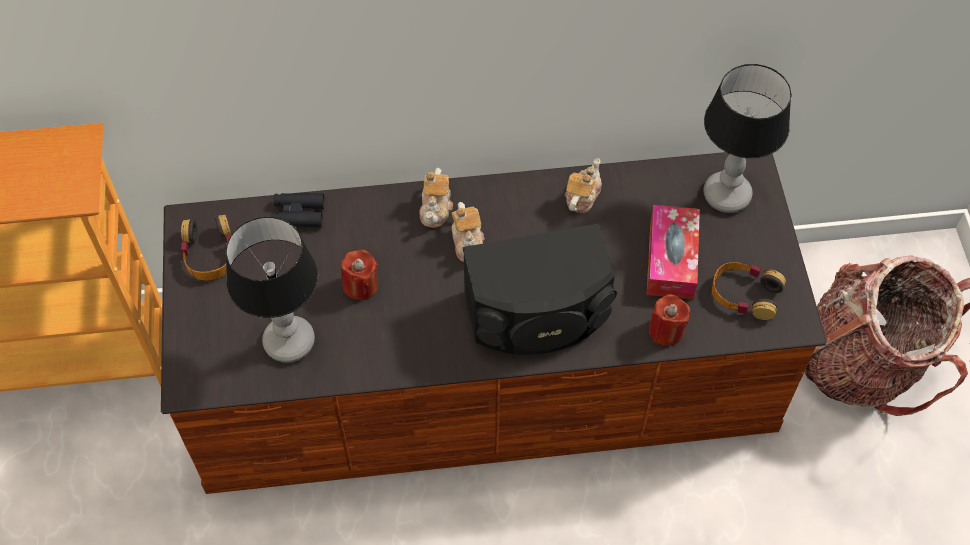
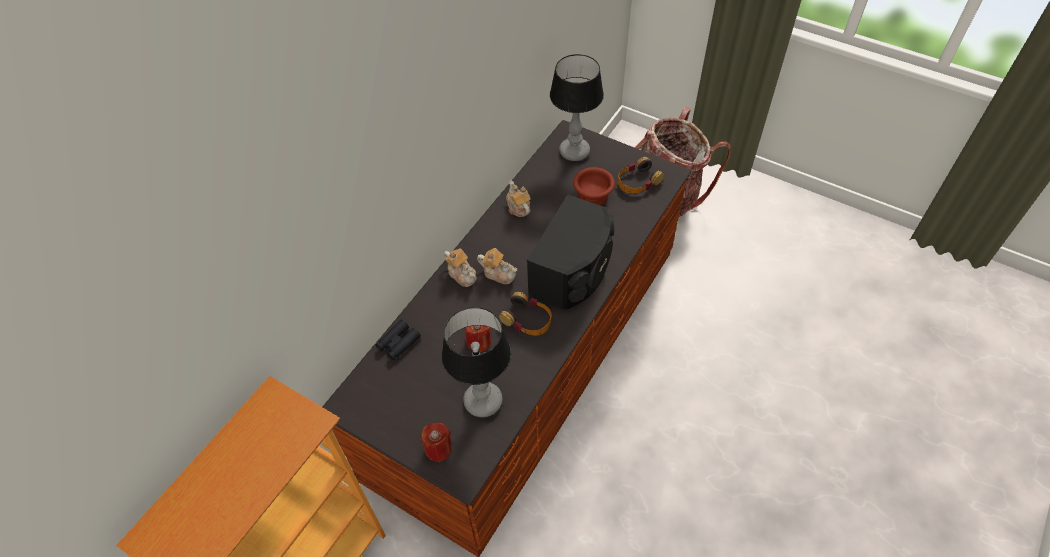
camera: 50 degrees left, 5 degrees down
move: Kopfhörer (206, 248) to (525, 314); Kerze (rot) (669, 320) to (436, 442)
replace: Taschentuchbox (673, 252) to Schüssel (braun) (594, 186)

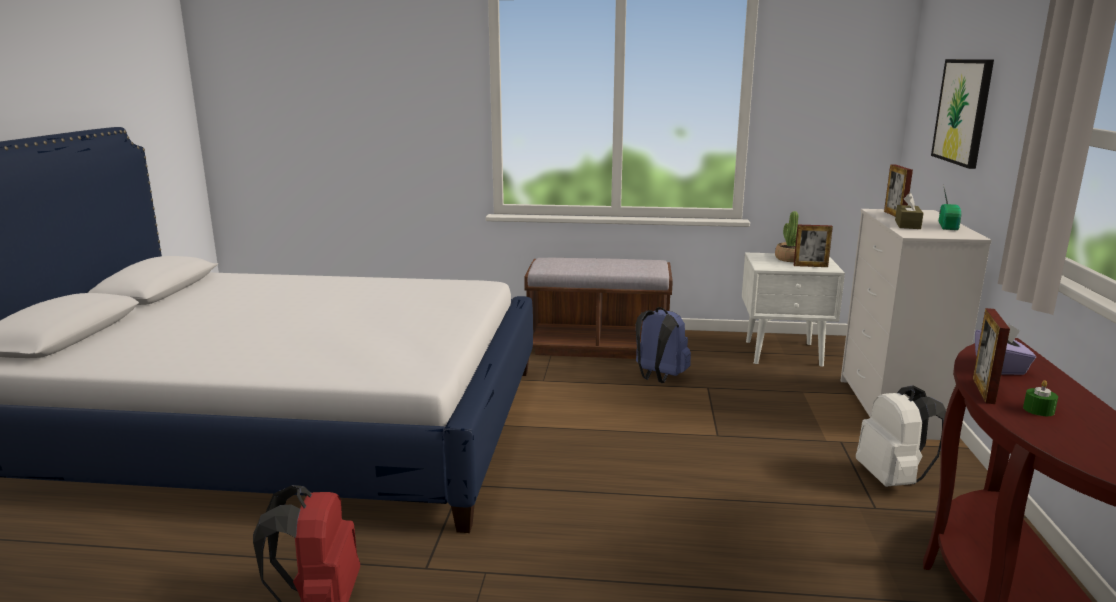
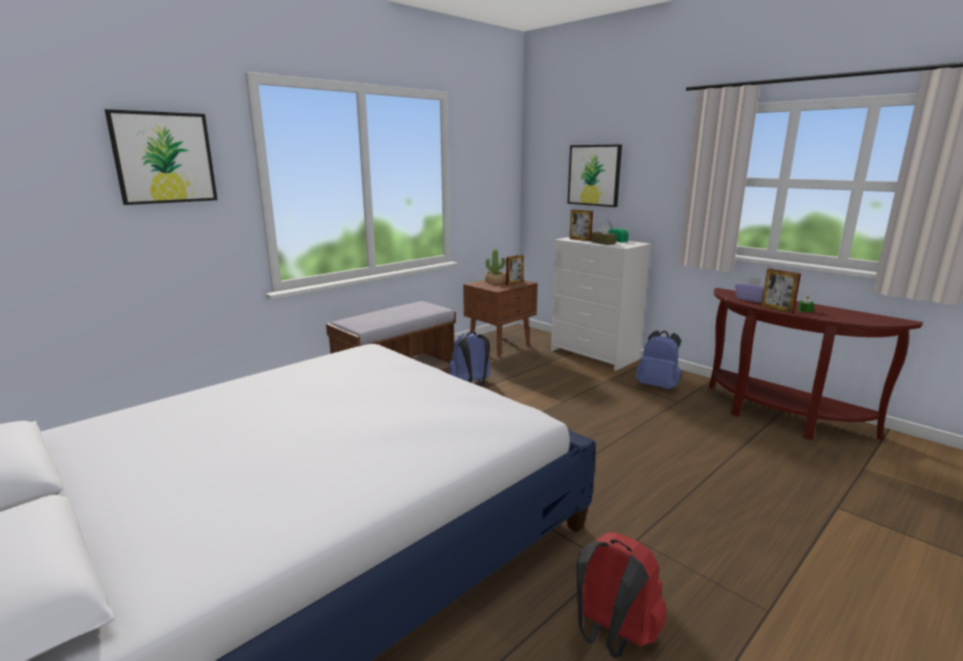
camera: 50 degrees left, 0 degrees up
insert: Bild (161, 157)
recolor: Nachttisch (weiß) (793, 310) to Nachttisch (braun) (500, 318); Rucksack (weiß) (901, 436) to Rucksack (blau) (658, 359)

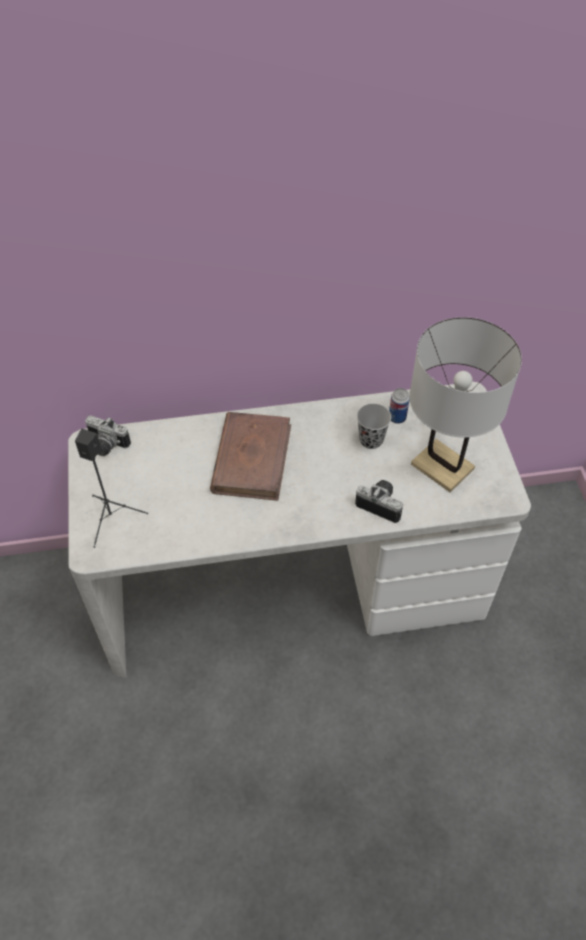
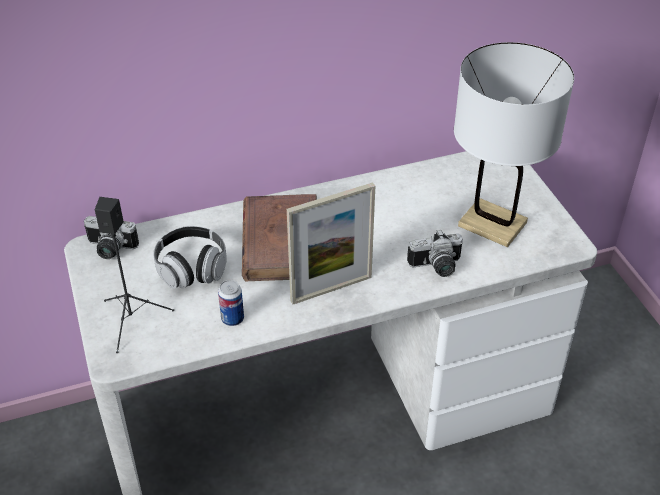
camera: 10 degrees left, 10 degrees down
delete: Tasse (schwarz) (374, 426)
insert: Kopfhörer (190, 257); Bilderrahmen (331, 243)
move: Dose (399, 406) to (231, 303)
rotate: Kamera (379, 501) = (435, 253) 150 degrees clockwise

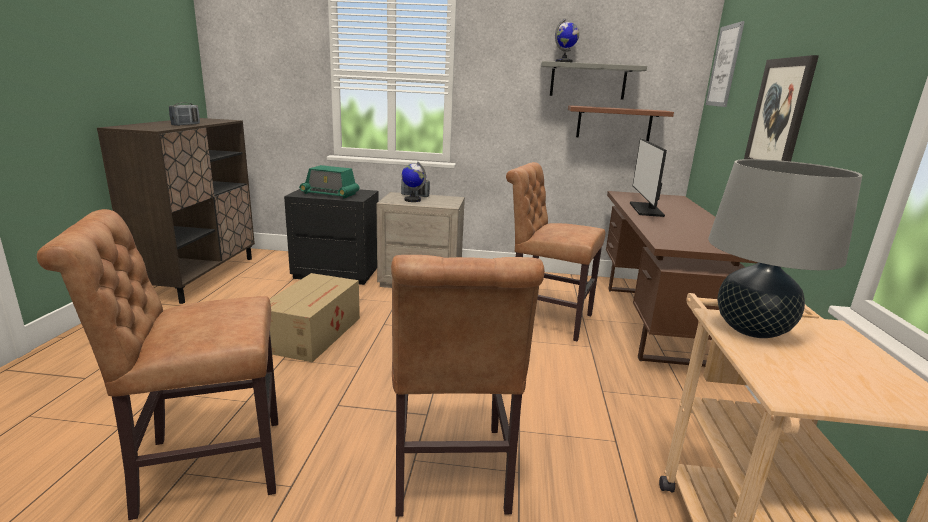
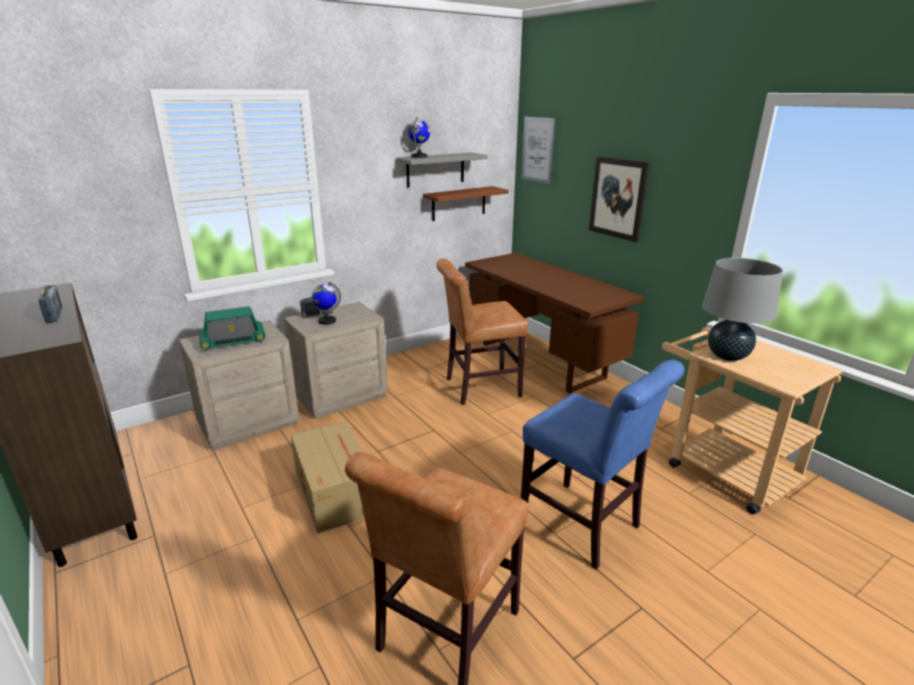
camera: 40 degrees left, 5 degrees up
delete: Monitor (648, 177)
recolor: Nachttisch (schwarz) (331, 237) to Nachttisch (beige) (239, 385); Stuhl (braun) (468, 386) to Stuhl (blau) (602, 465)

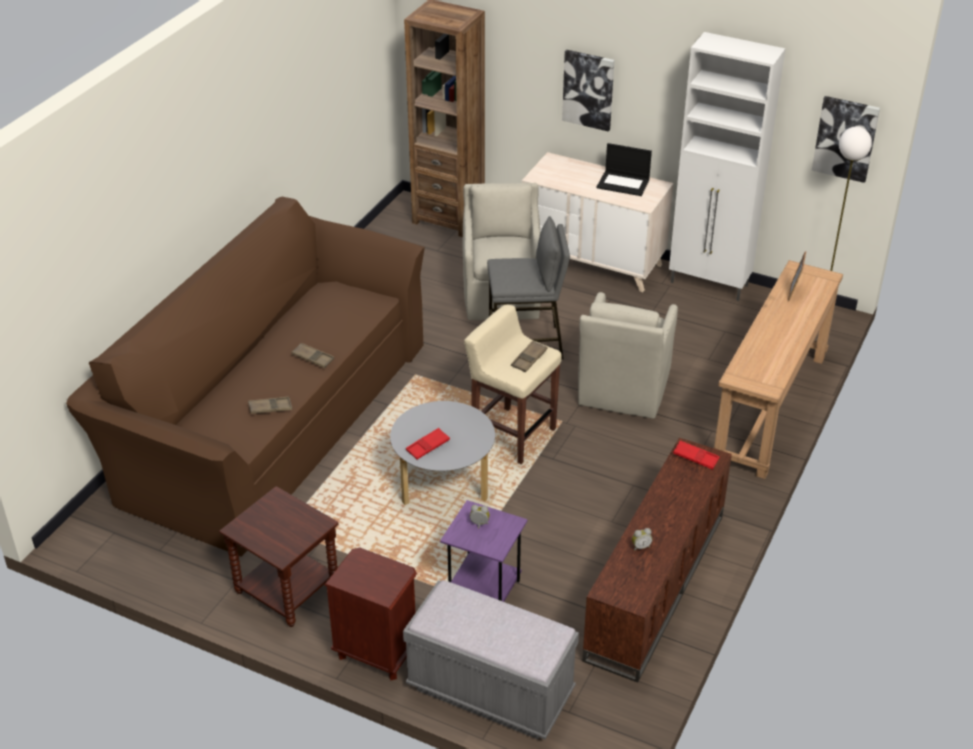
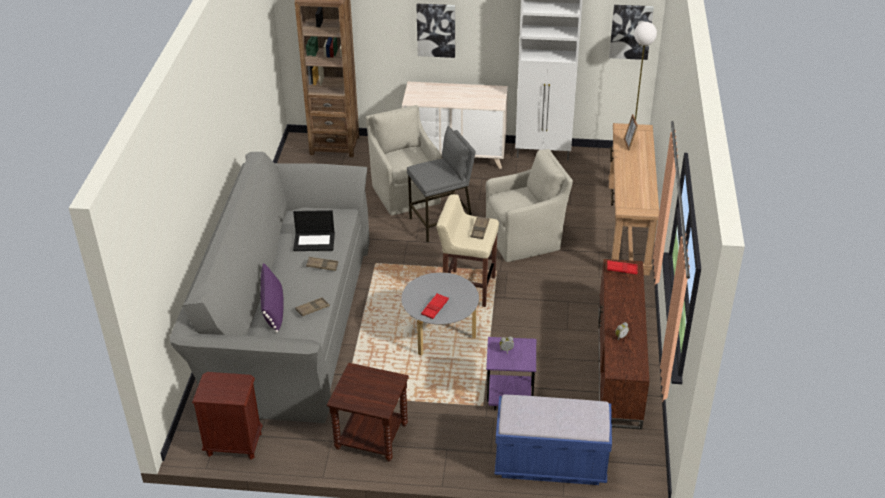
camera: 20 degrees left, 0 degrees up
insert: Kissen (lila) (272, 298)
move: Nachttisch (braun) (371, 614) to (227, 416); Laptop (624, 169) to (314, 230)
recolor: Sofa (braun) (245, 377) to Sofa (grau) (270, 287); Bank (grau) (491, 659) to Bank (blau) (553, 440)
rotate: Sessel (beige) (628, 355) = (529, 205) 105 degrees counterclockwise

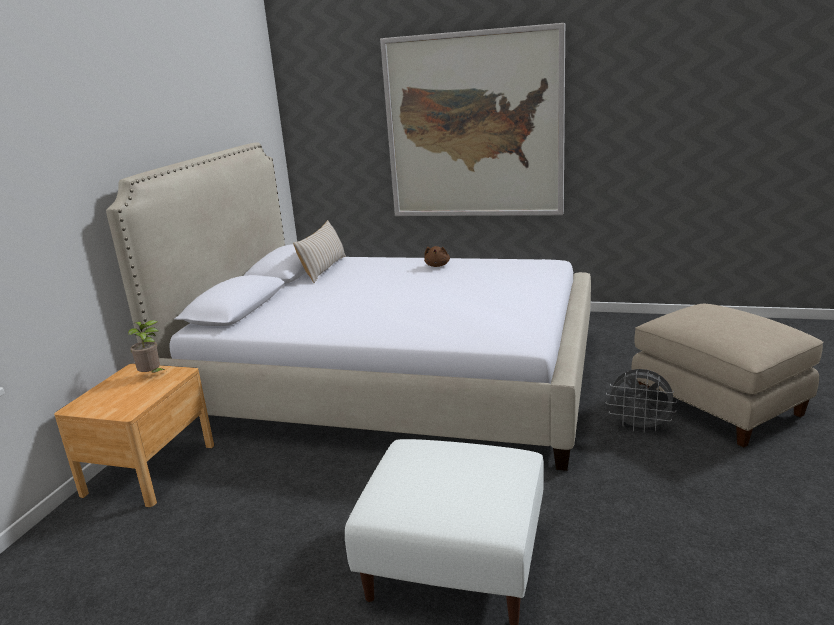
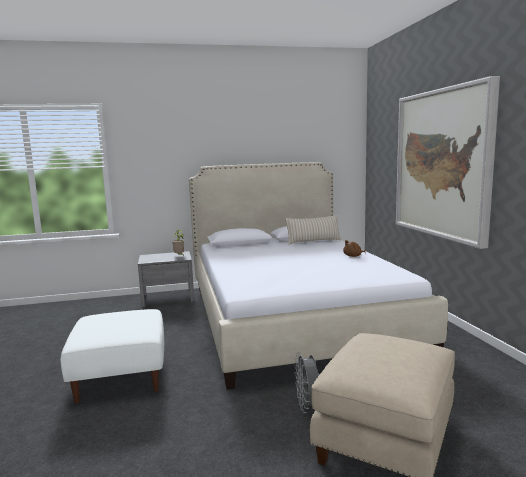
camera: 60 degrees right, 10 degrees down
recolor: Nachttisch (braun) (134, 435) to Nachttisch (grau) (166, 279)

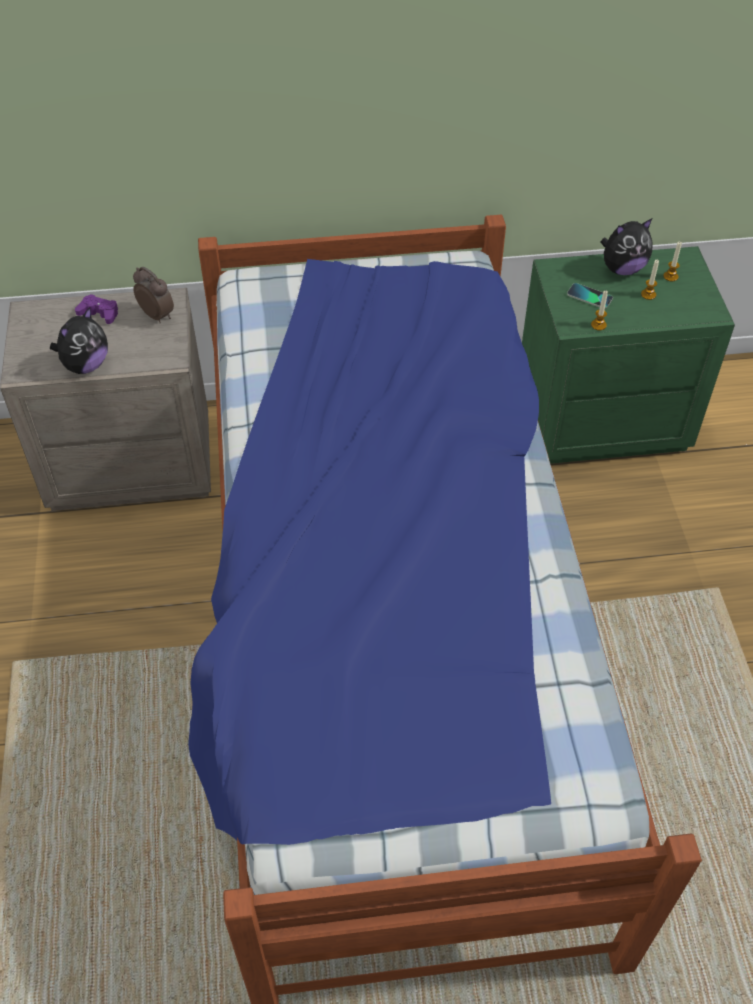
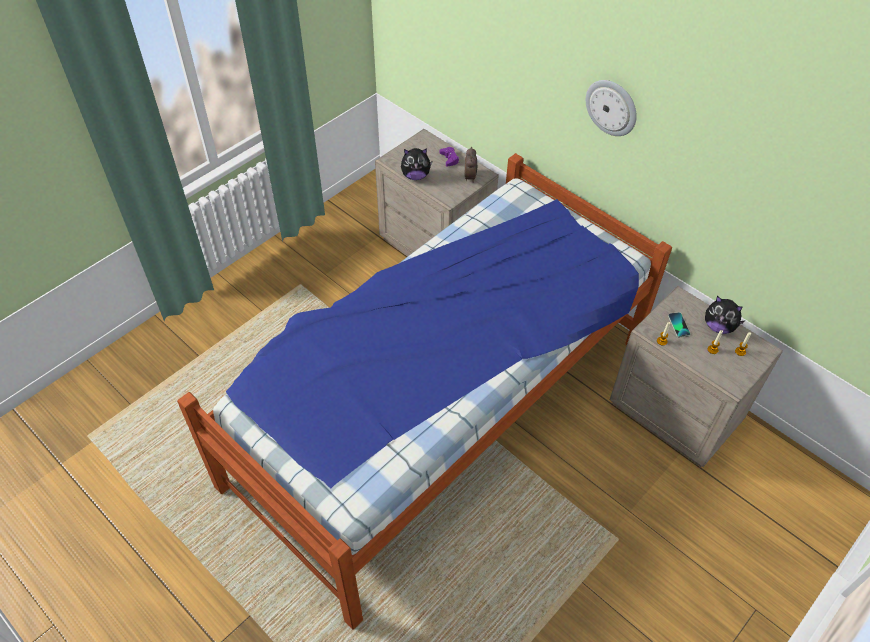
camera: 50 degrees right, 0 degrees up
insert: Wanduhr (611, 108)
recolor: Nachttisch (grün) (628, 355) to Nachttisch (beige) (696, 376)

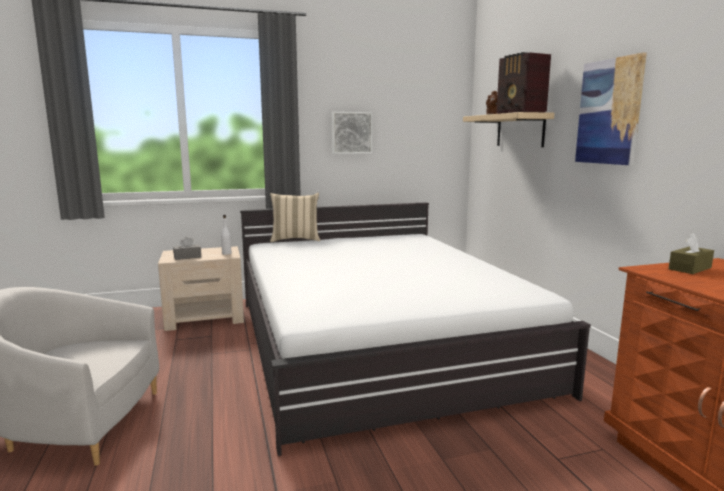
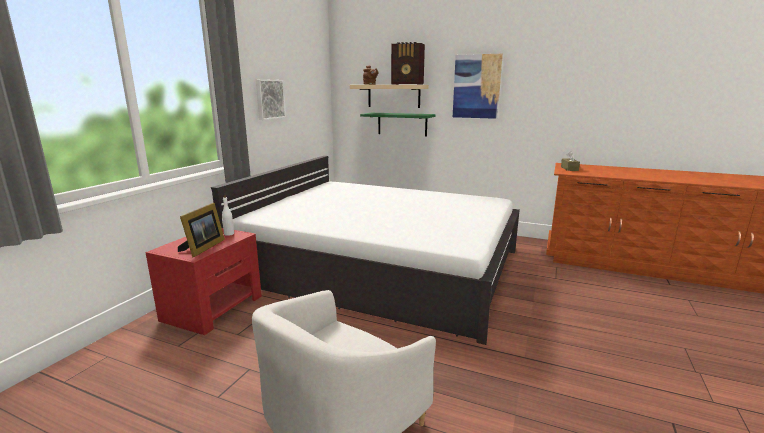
camera: 50 degrees left, 5 degrees up
delete: Kissen (beige) (295, 217)
insert: Wandregal (grün) (398, 124)
replace: Taschentuchbox (grau) (187, 248) to Bilderrahmen (201, 230)
recolor: Nachttisch (beige) (201, 288) to Nachttisch (rot) (203, 281)

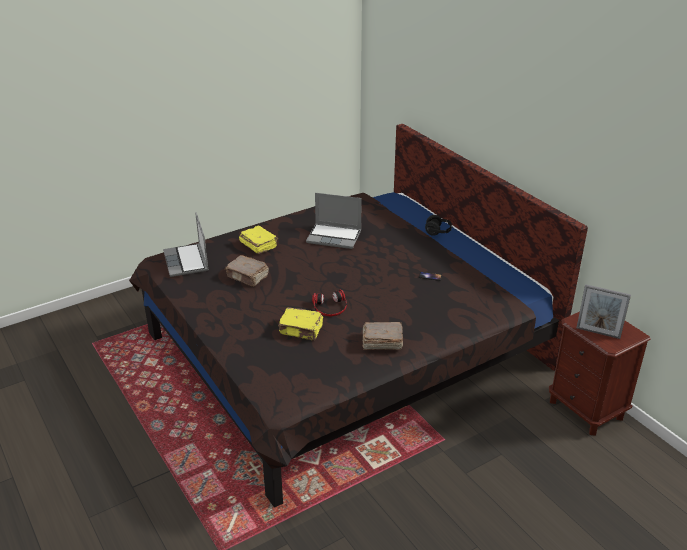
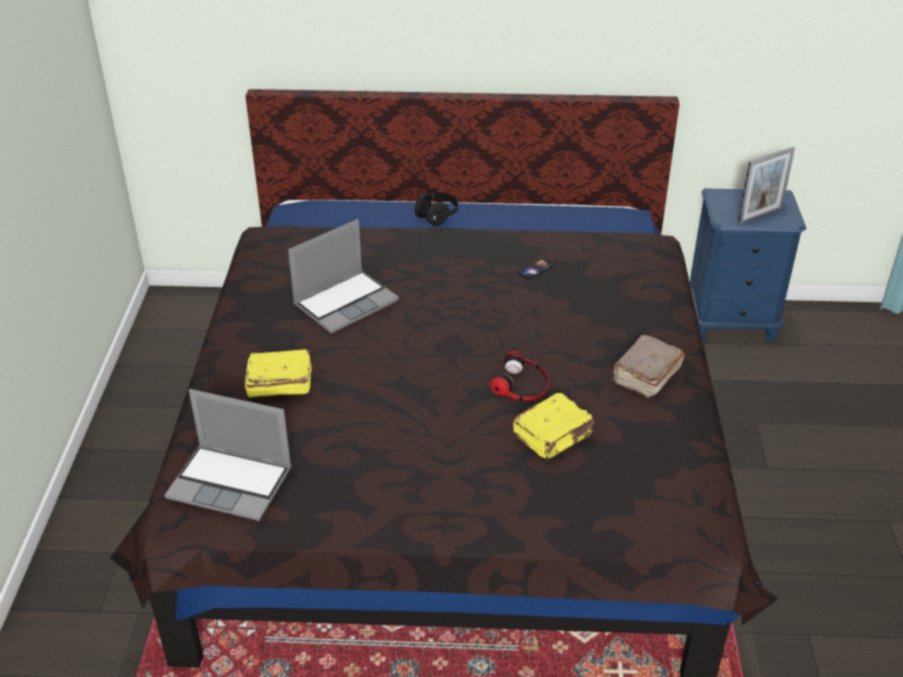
camera: 55 degrees left, 5 degrees up
delete: Buch (braun) (247, 271)
recolor: Nachttisch (braun) (600, 374) to Nachttisch (blau) (748, 265)

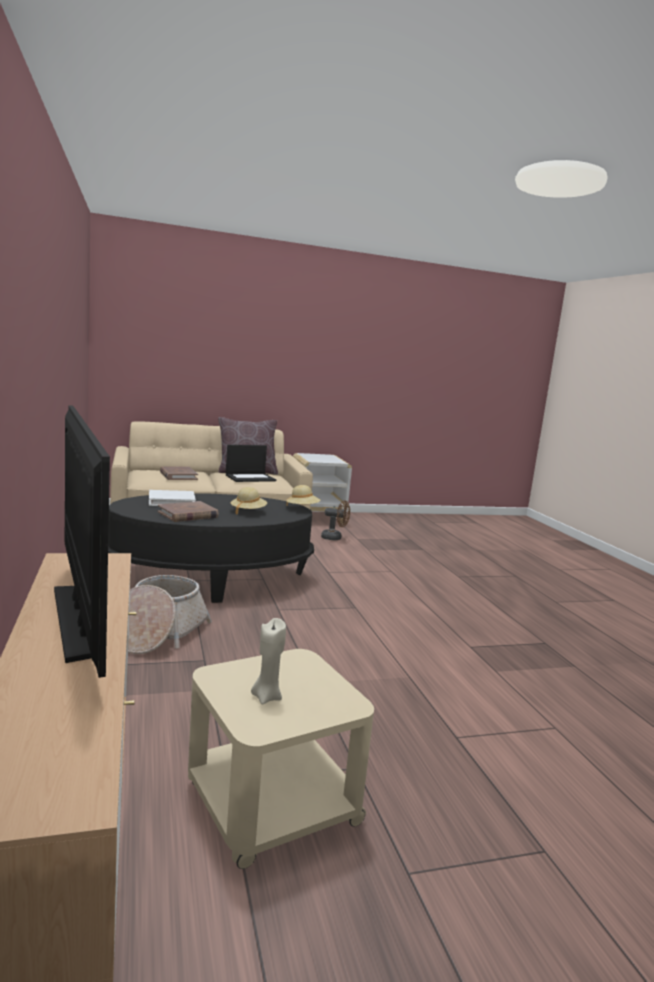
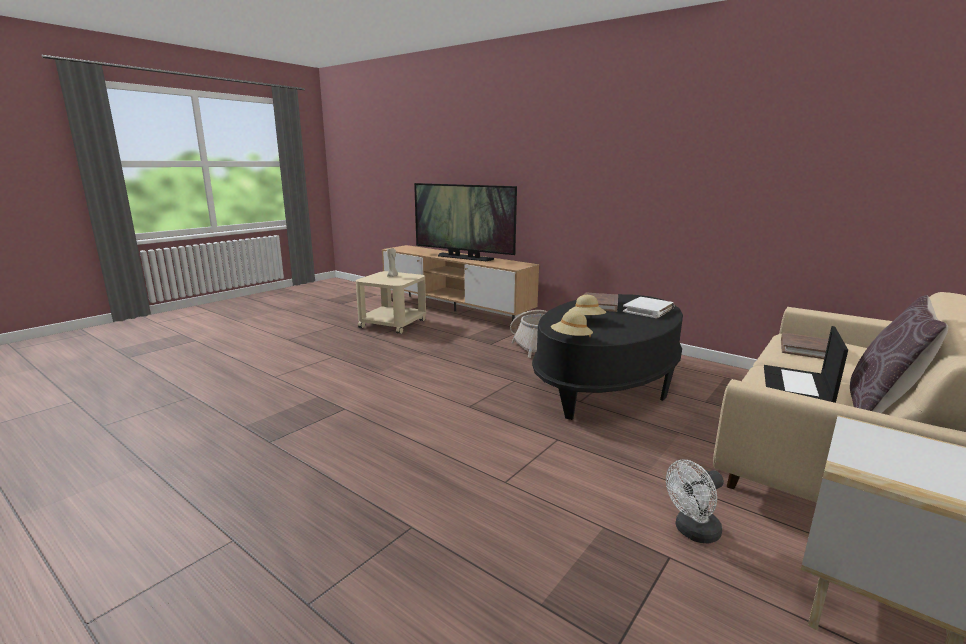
camera: 145 degrees right, 5 degrees up
recolor: Ventilator (braun) (335, 520) to Ventilator (weiß) (695, 502)

